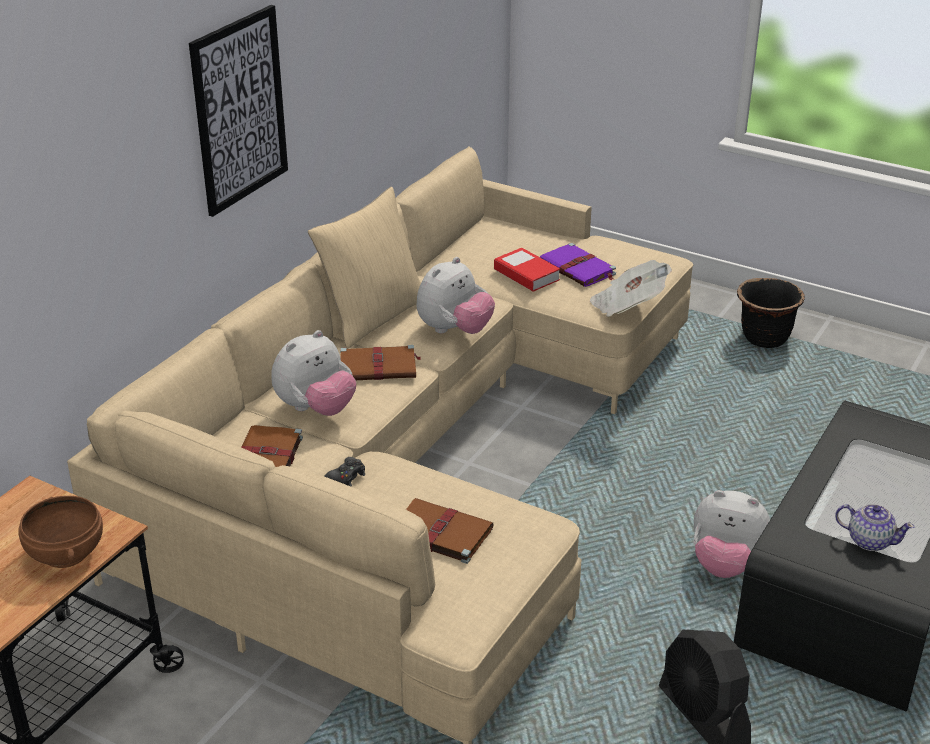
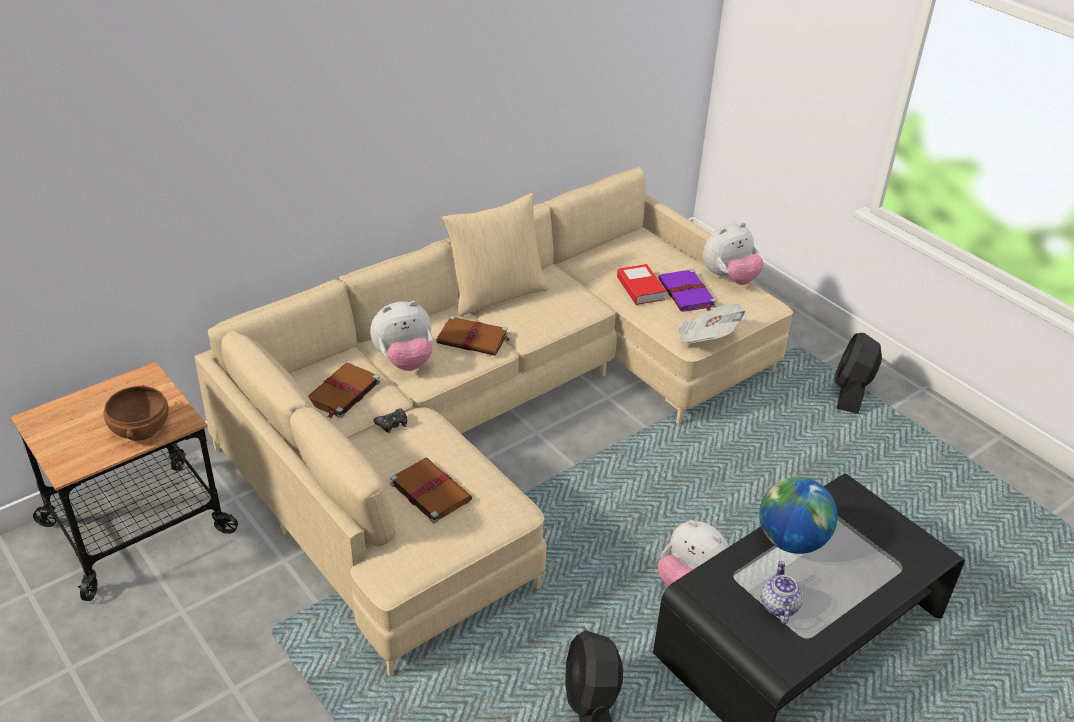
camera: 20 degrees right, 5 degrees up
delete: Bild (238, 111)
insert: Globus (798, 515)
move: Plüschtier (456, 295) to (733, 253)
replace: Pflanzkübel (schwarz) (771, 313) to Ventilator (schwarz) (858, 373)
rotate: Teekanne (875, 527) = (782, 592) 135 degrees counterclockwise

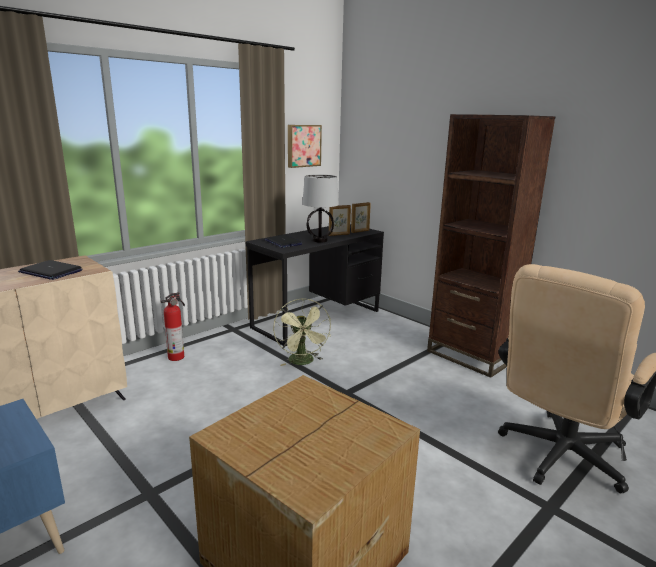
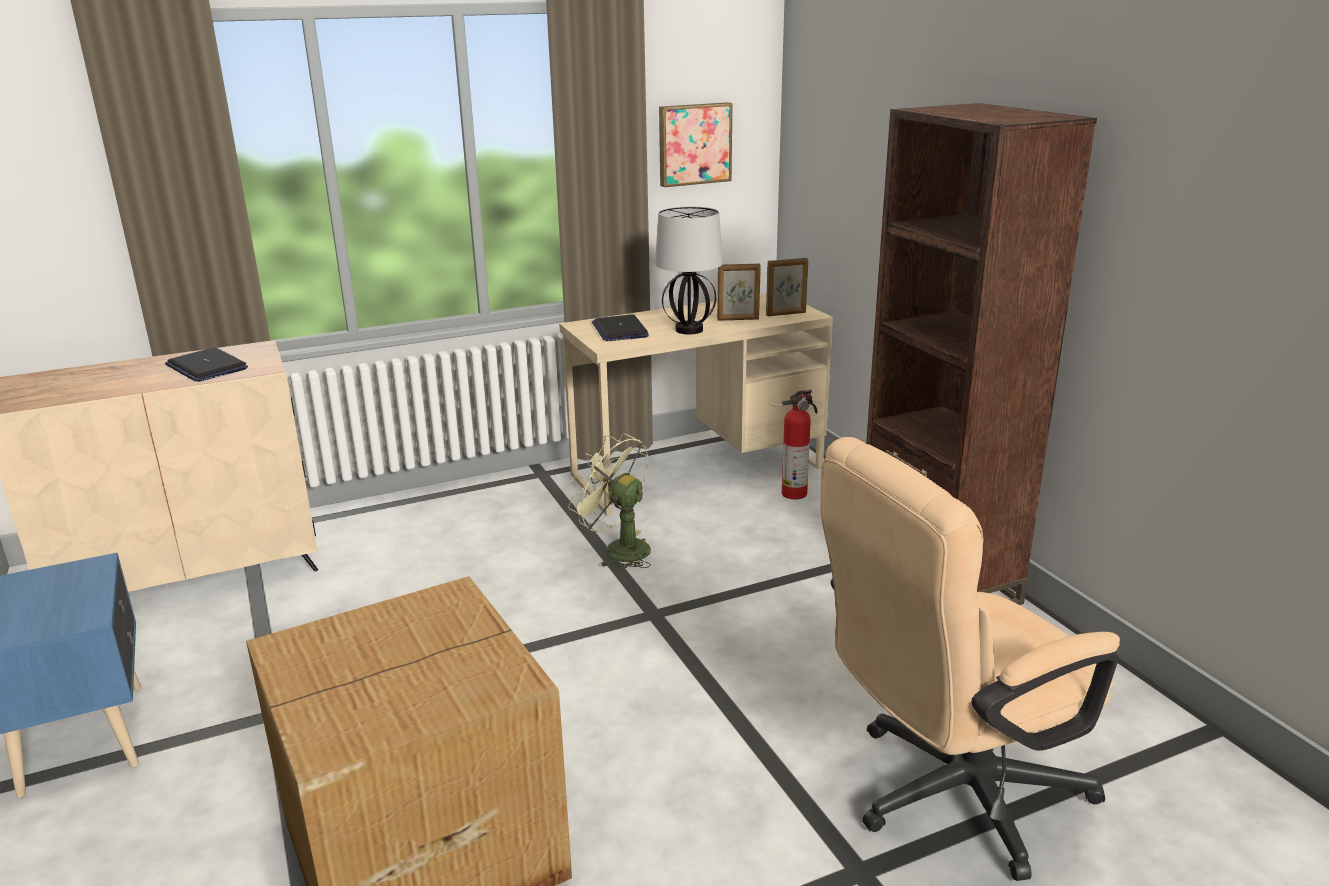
camera: 20 degrees right, 5 degrees up
move: Feuerlöscher (172, 326) to (800, 444)
recolor: Schreibtisch (schwarz) (314, 285) to Schreibtisch (beige) (696, 405)
rotate: Ventilator (grün) (302, 332) = (609, 502) 120 degrees clockwise

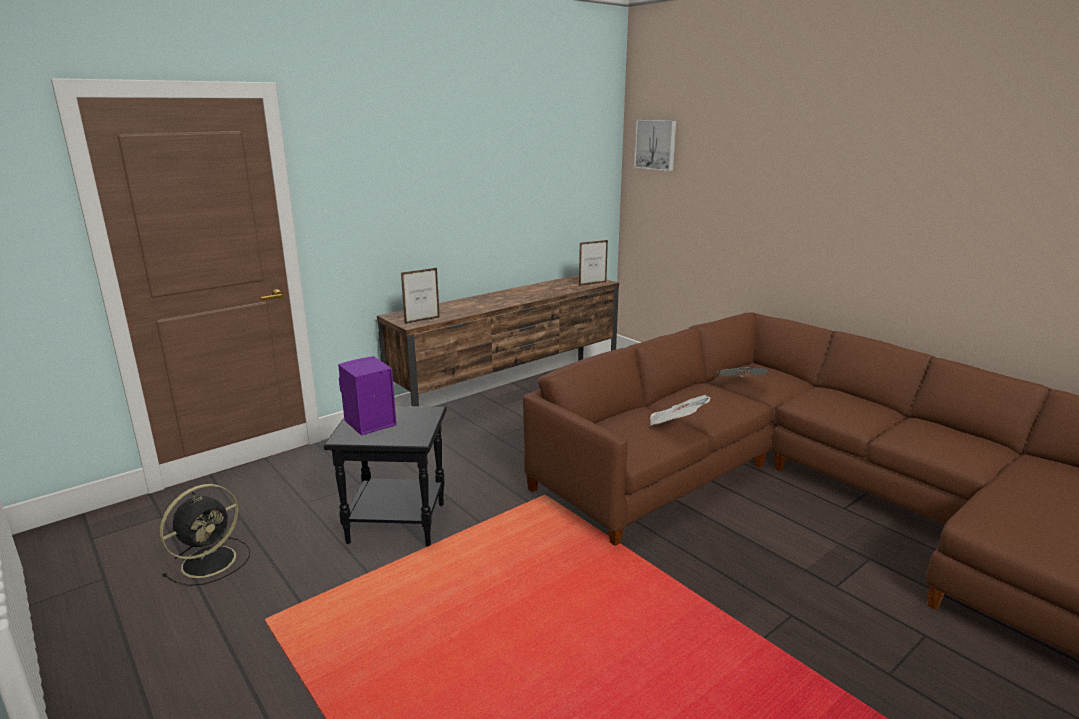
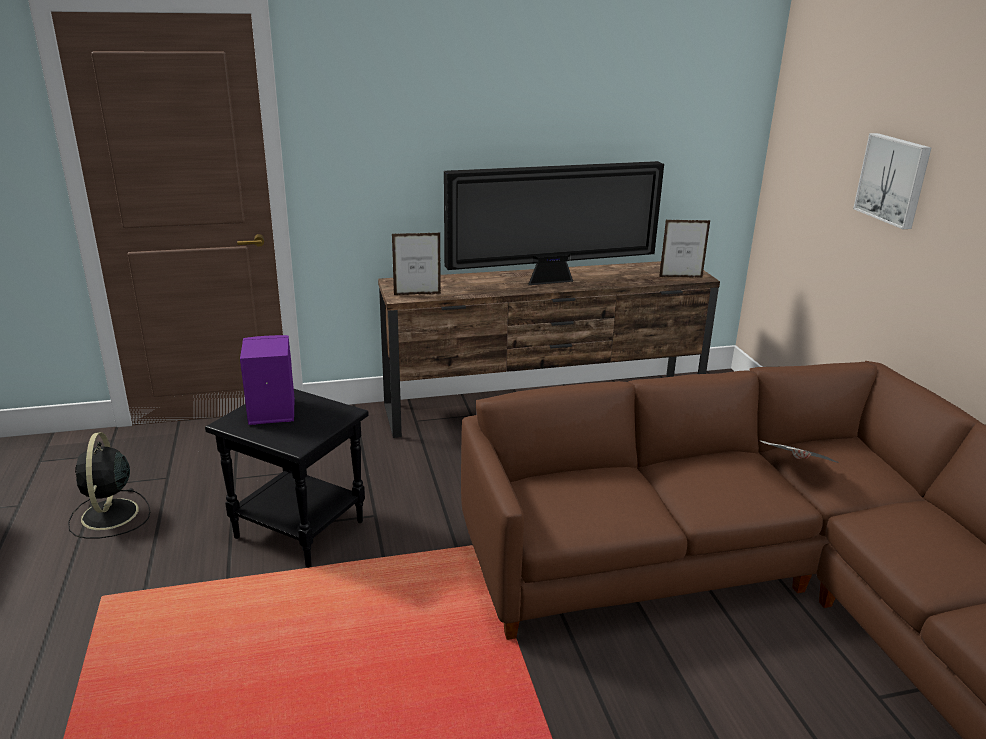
camera: 25 degrees right, 5 degrees up
delete: Zeitung (680, 410)
insert: Fernseher (554, 223)
move: Bild (655, 145) to (892, 181)
rotate: Ventilator (schwarz) (205, 535) = (109, 485) 105 degrees clockwise

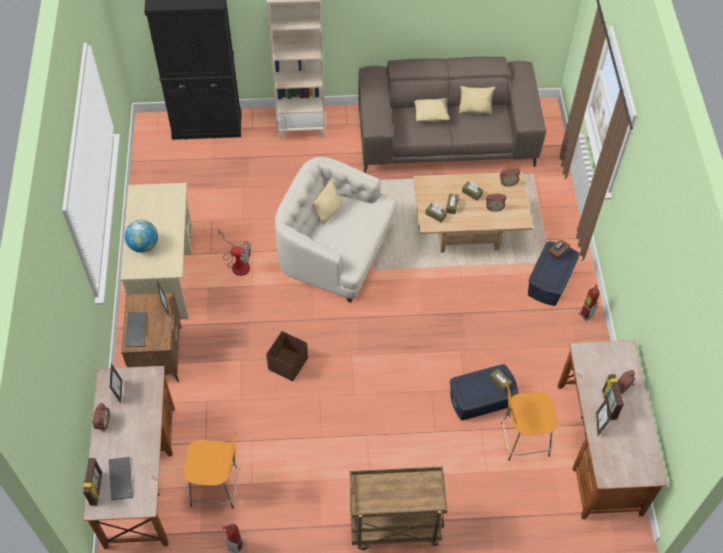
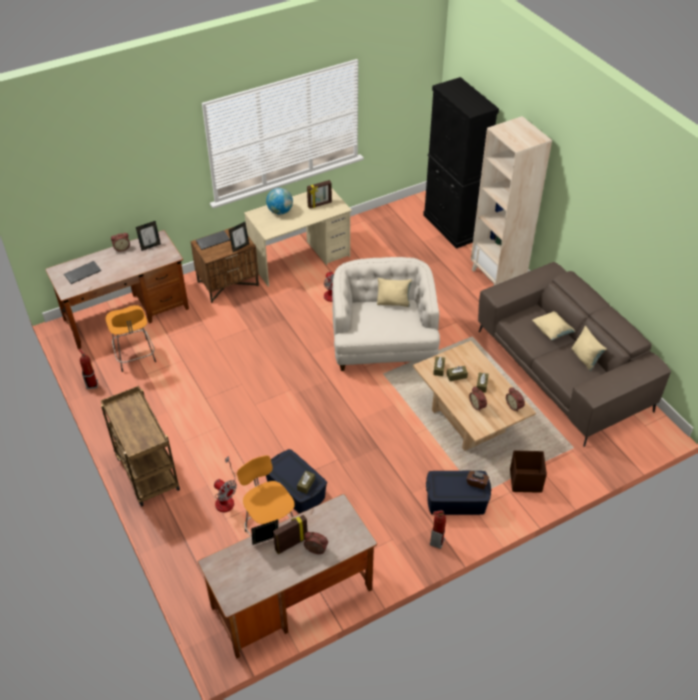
camera: 65 degrees right, 10 degrees down
insert: Ventilator (225, 484)
move: Bilderrahmen (92, 482) to (319, 194); Aufbewahrungsbox (braun) (287, 356) to (528, 471)

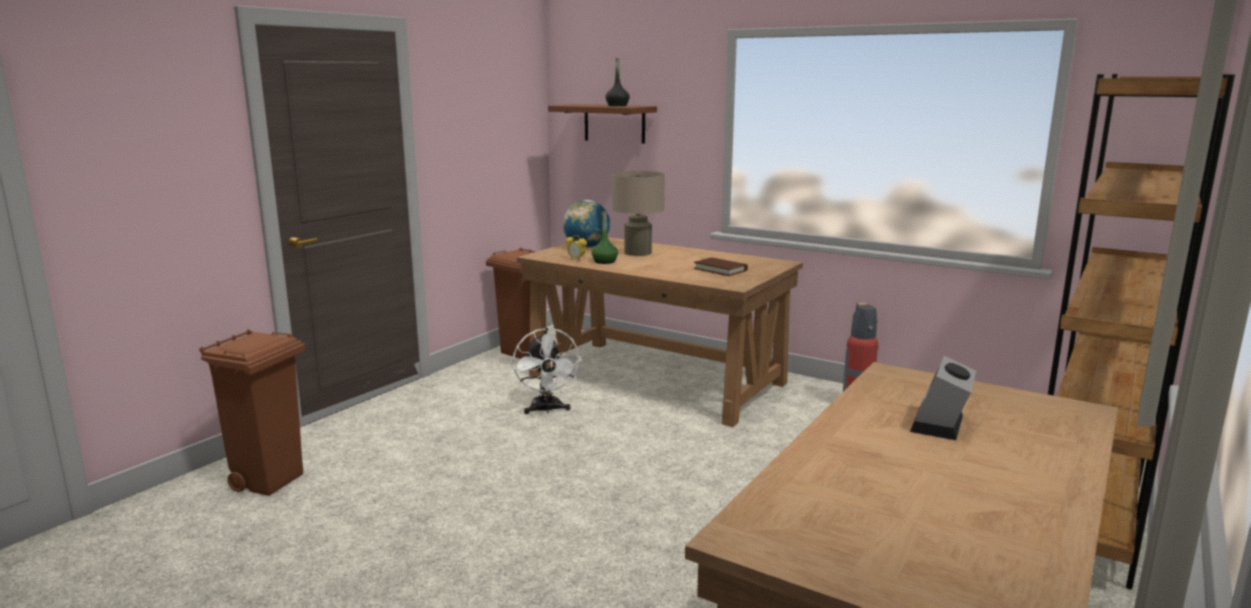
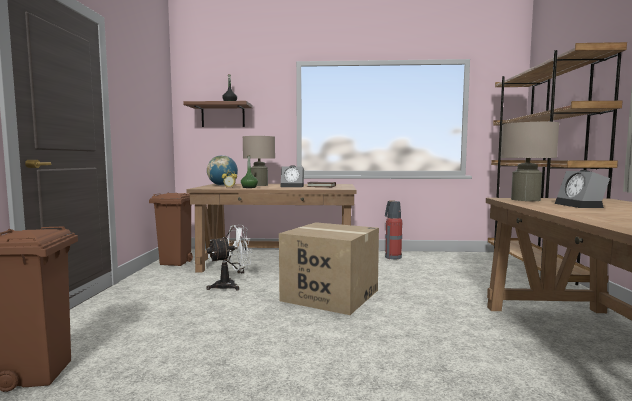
camera: 30 degrees left, 10 degrees down
insert: Karton (329, 268); Wecker (292, 176); Tischlampe (beige) (529, 161)
rotate: Ventilator (weiß) (547, 370) = (229, 257) 75 degrees counterclockwise

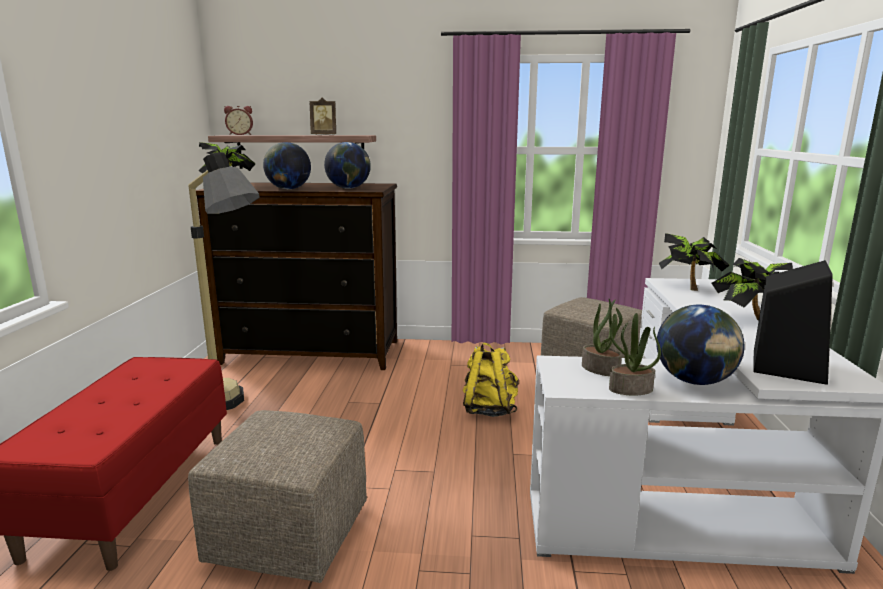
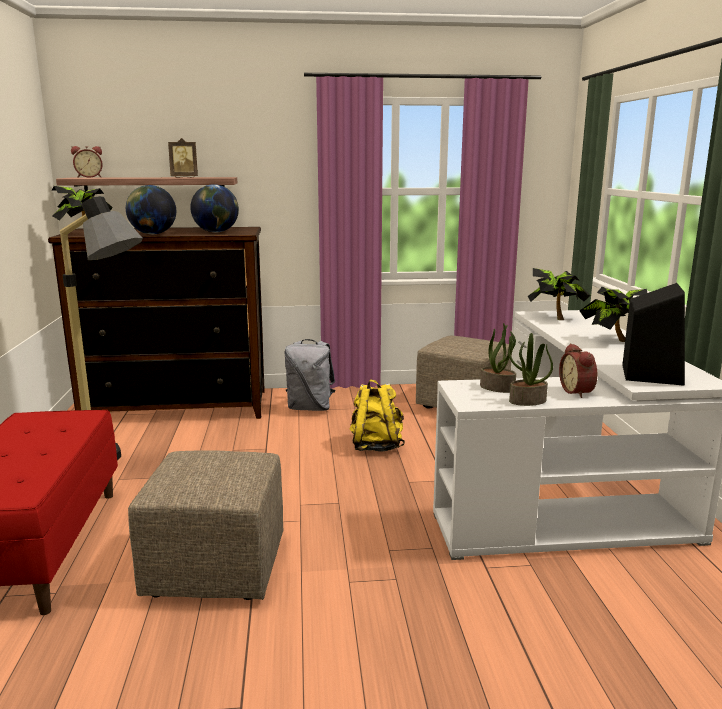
camera: 10 degrees left, 0 degrees up
insert: Rucksack (grau) (309, 375)
replace: Globus (700, 344) to Wecker (578, 370)

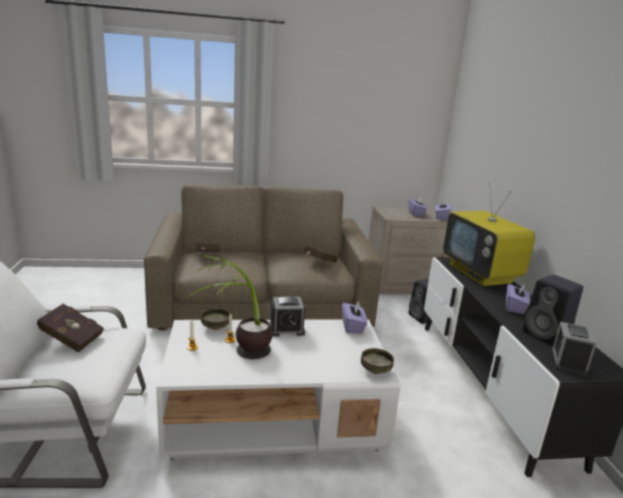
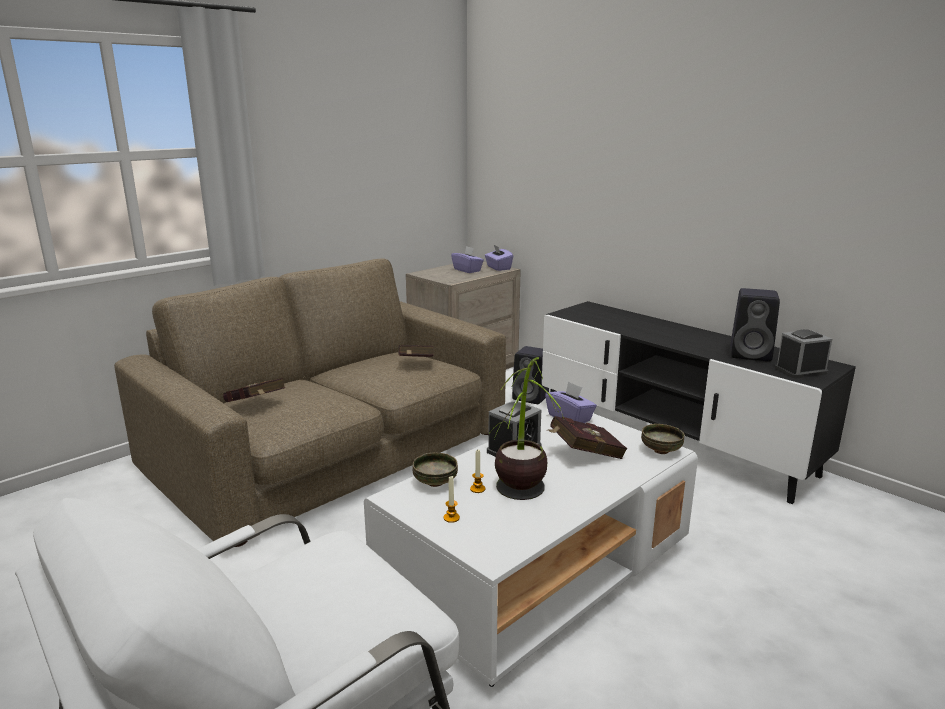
camera: 35 degrees left, 0 degrees up
delete: Fernseher (489, 234); Taschentuchbox (lila) (518, 298)
move: Buch (rot) (70, 328) to (587, 437)
rotate: Wecker (574, 349) = (803, 353) 90 degrees clockwise

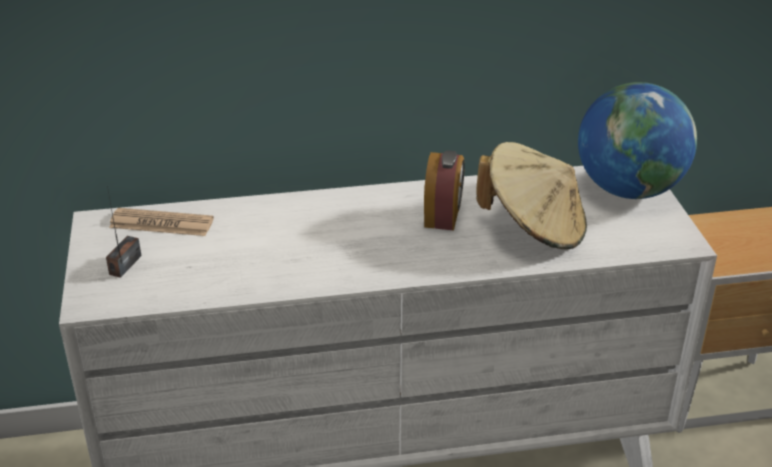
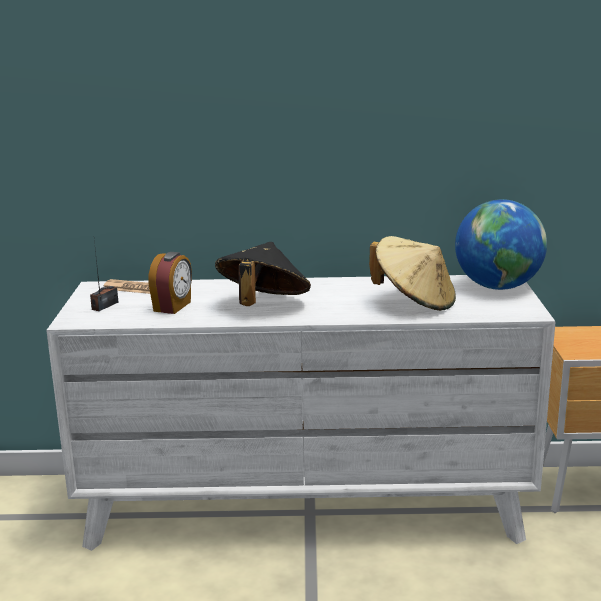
camera: 10 degrees right, 15 degrees down
insert: Hut (schwarz) (263, 274)
move: Wecker (444, 190) to (170, 283)

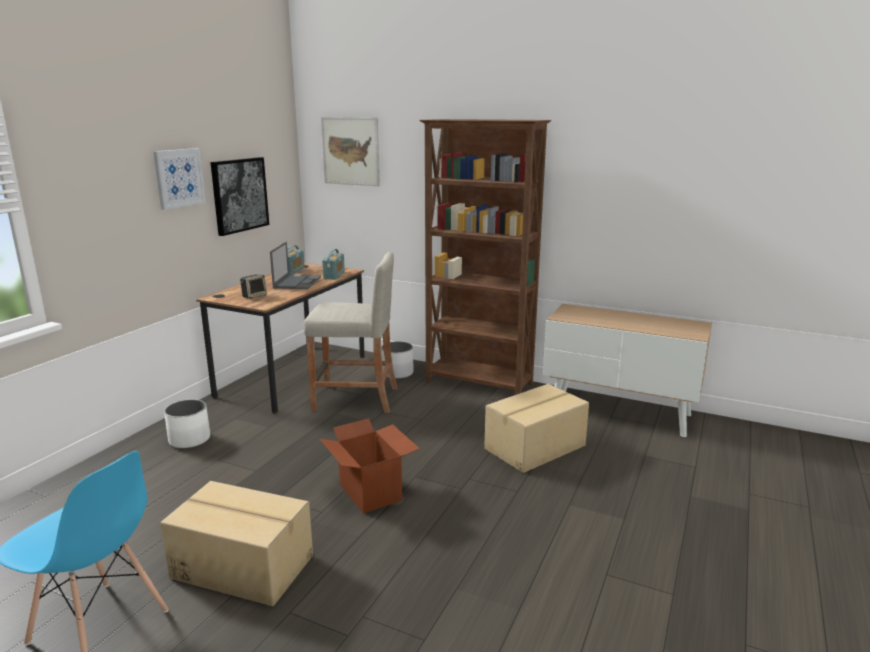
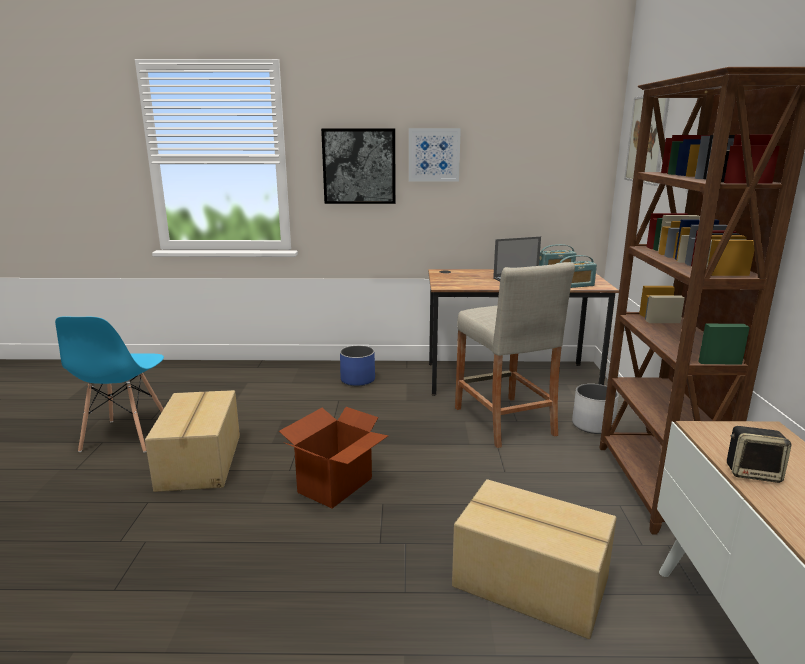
camera: 65 degrees right, 0 degrees up
move: Bild (239, 196) to (358, 166); Lautsprecher (253, 287) to (759, 454)
recolor: Pflanzkübel (weiß) (187, 424) to Pflanzkübel (blau) (357, 365)

